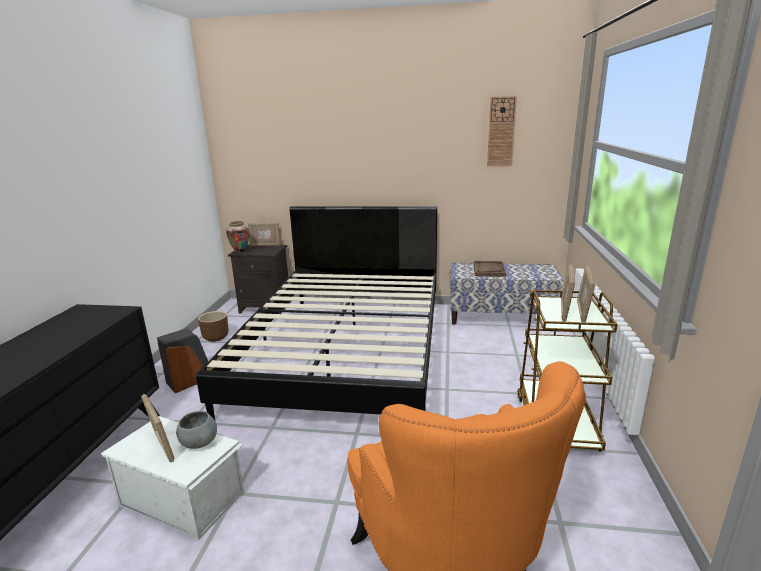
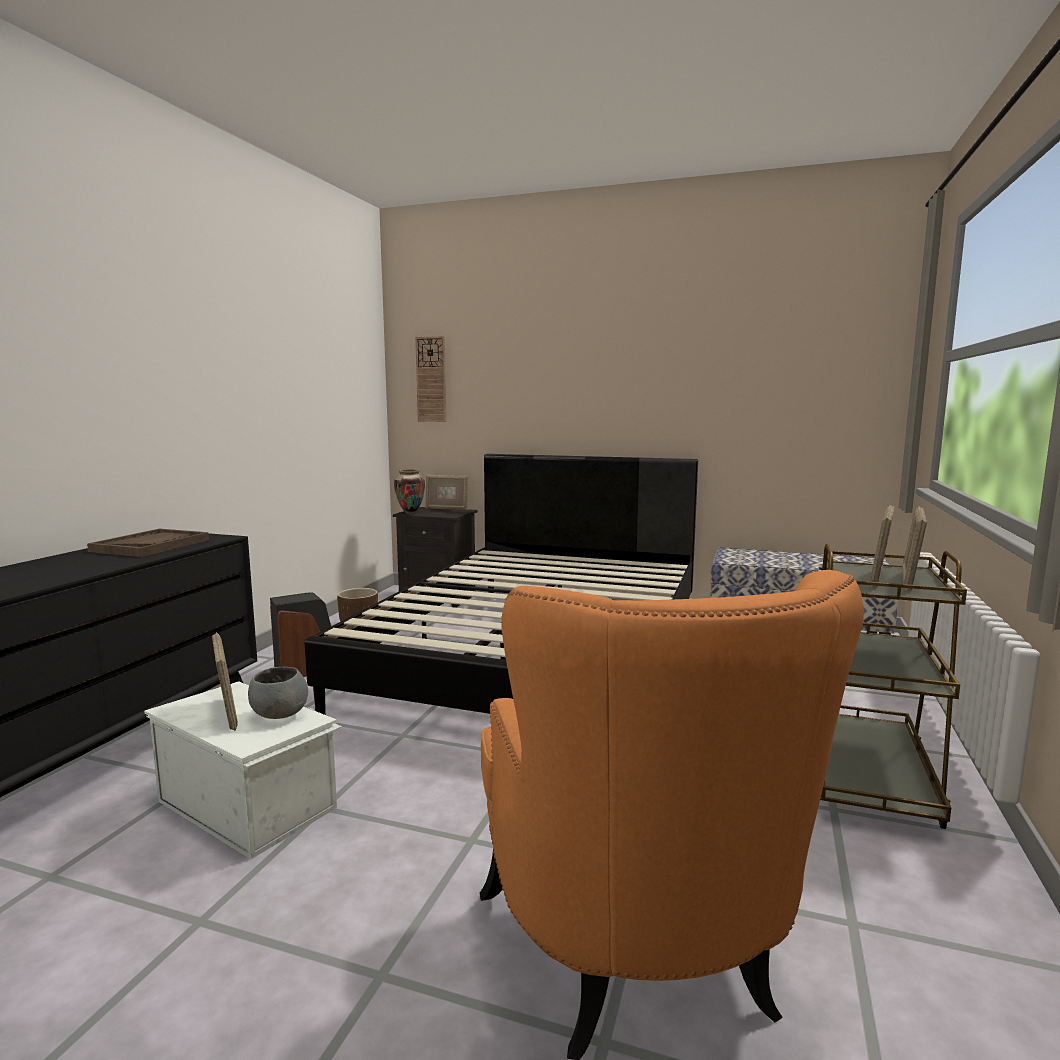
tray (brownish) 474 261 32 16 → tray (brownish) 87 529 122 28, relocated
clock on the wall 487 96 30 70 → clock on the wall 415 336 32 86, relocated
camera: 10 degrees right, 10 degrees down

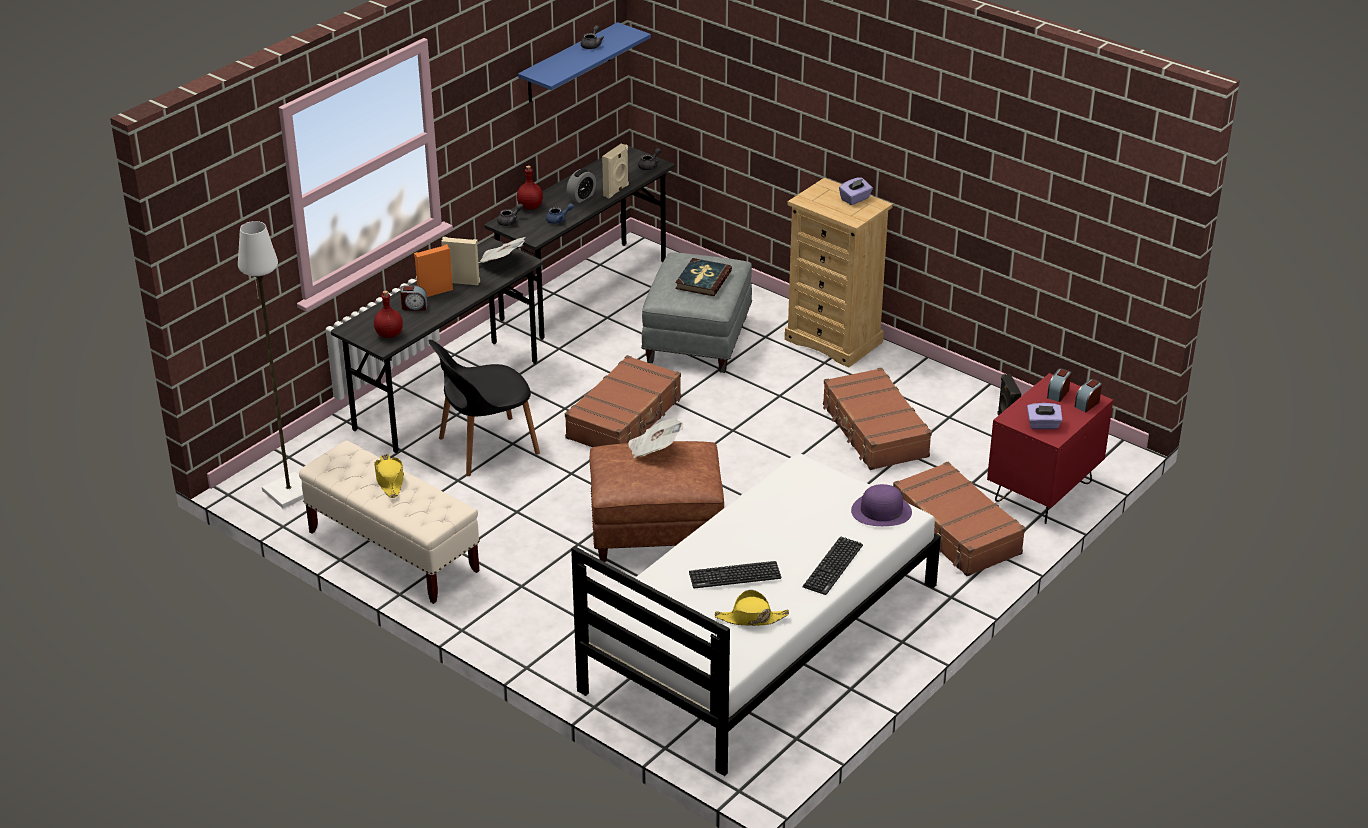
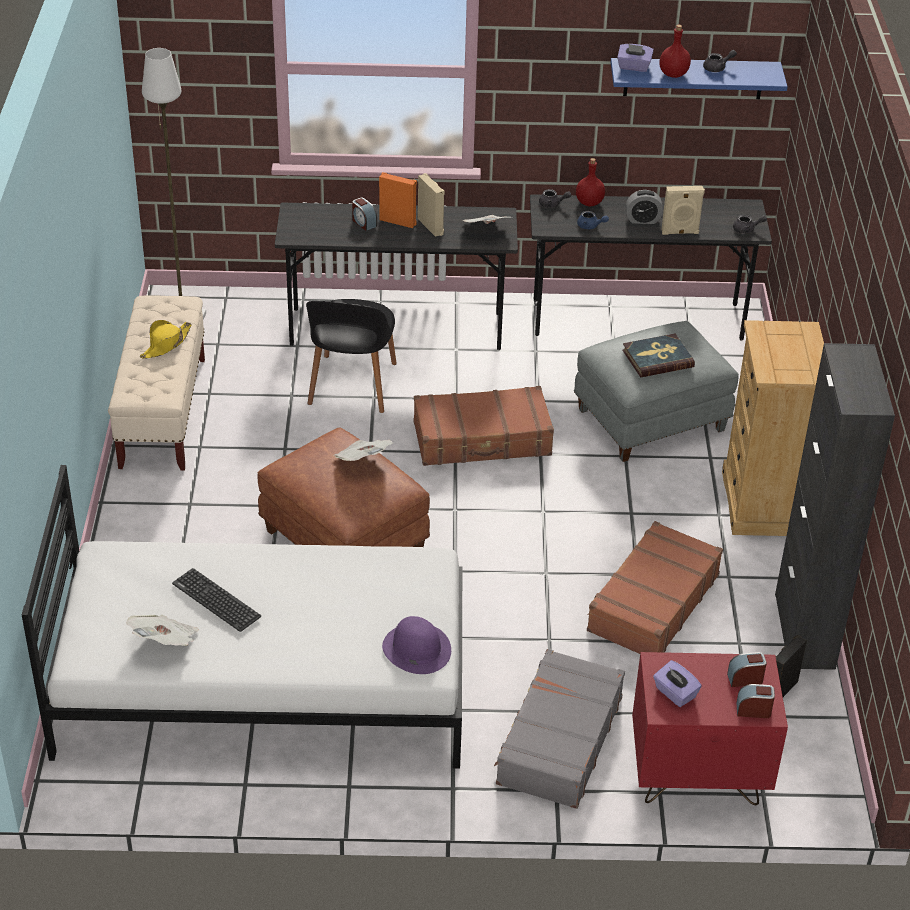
bottle (red-coloured) 374 291 29 47 → bottle (red-coloured) 659 25 32 53, relocated
upright chair (black) 429 340 111 136 → upright chair (black) 306 299 91 114, 105 degrees counterclockwise
wearable hat (yellow-coloured) 714 590 75 36 → newspaper 126 615 73 31
PC keyboard 803 537 60 58 → -
tissue box (purple) 839 177 34 28 → tissue box (purple) 617 44 37 28, relocated
piece of luggage (brownish) 893 462 133 114 → piece of luggage (greyish) 494 649 131 160
- → cupboard (black) 775 343 120 327
camera: 50 degrees right, 5 degrees up

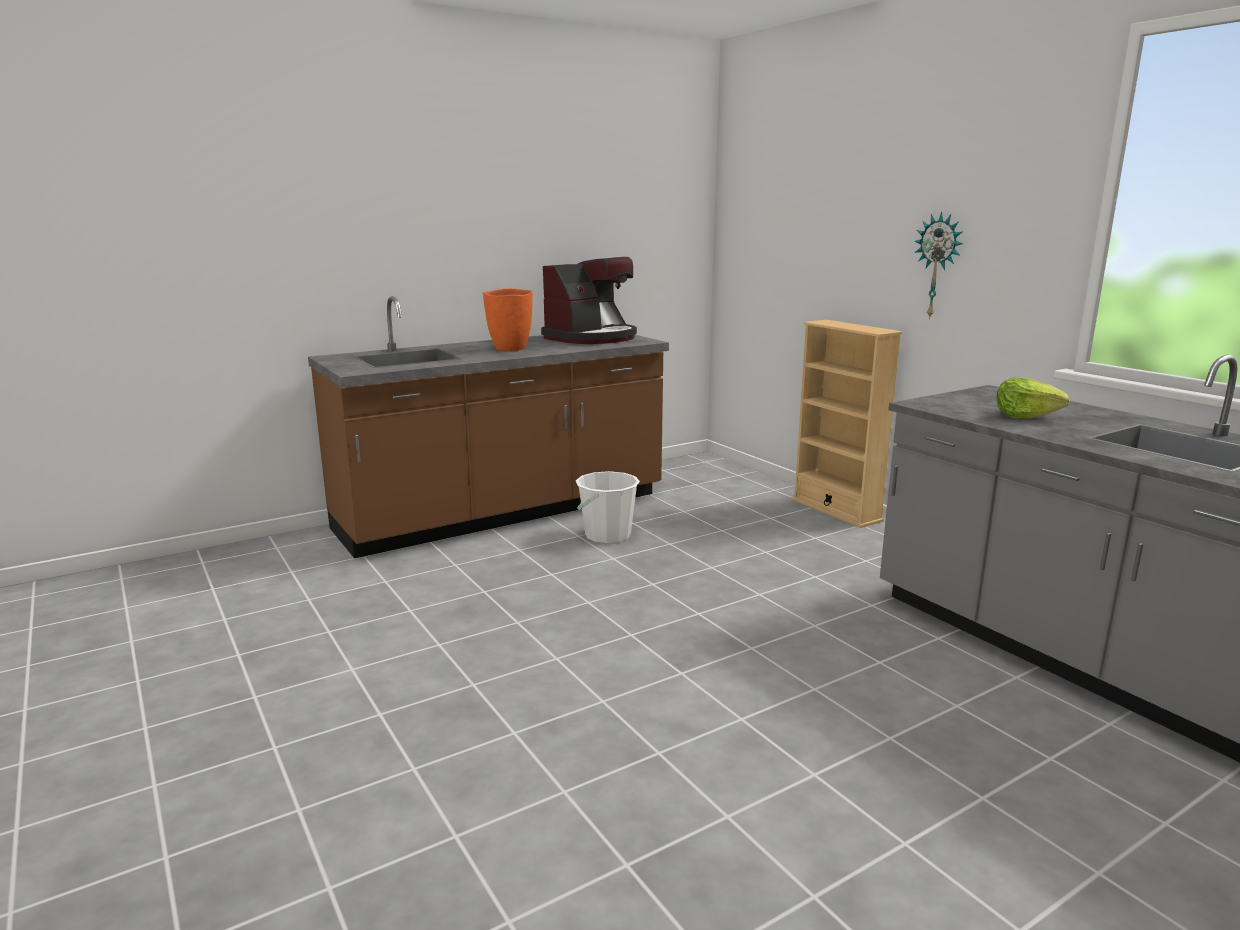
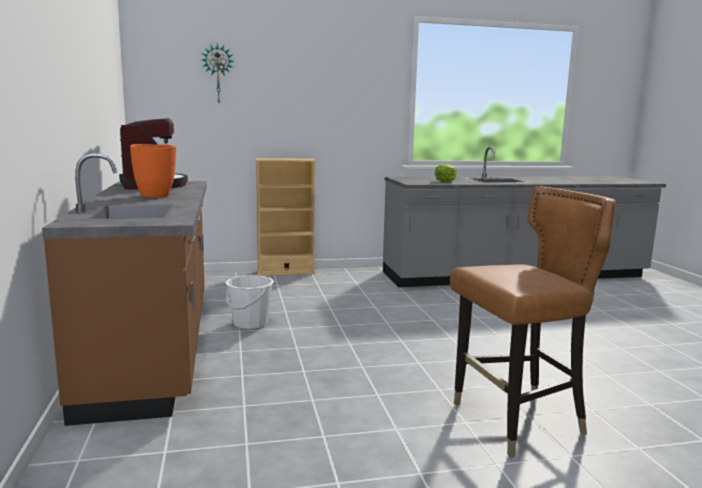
clock on the wall 914 212 49 107 → clock on the wall 202 43 32 60, relocated
- → upright chair (brownish) 450 186 166 271
camera: 70 degrees left, 5 degrees down

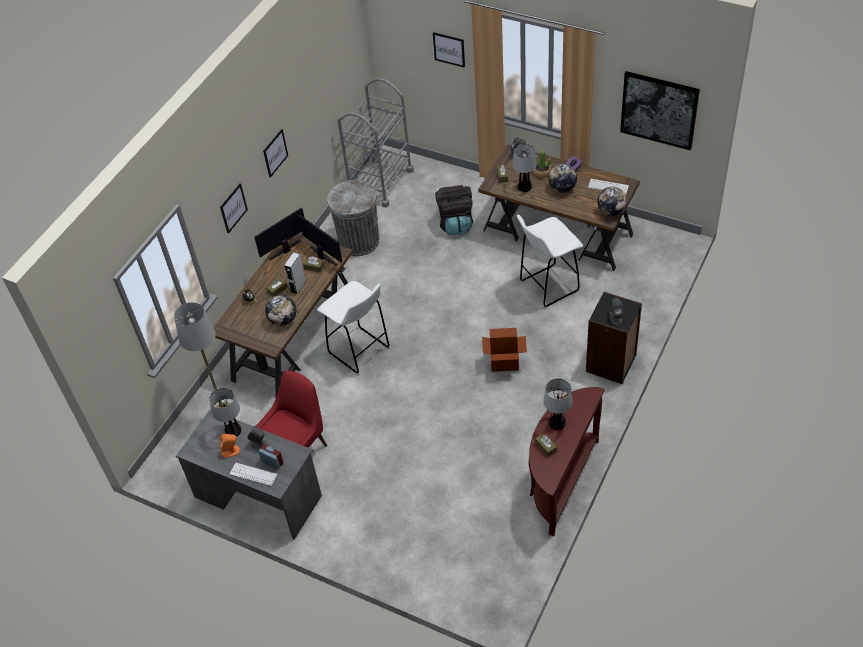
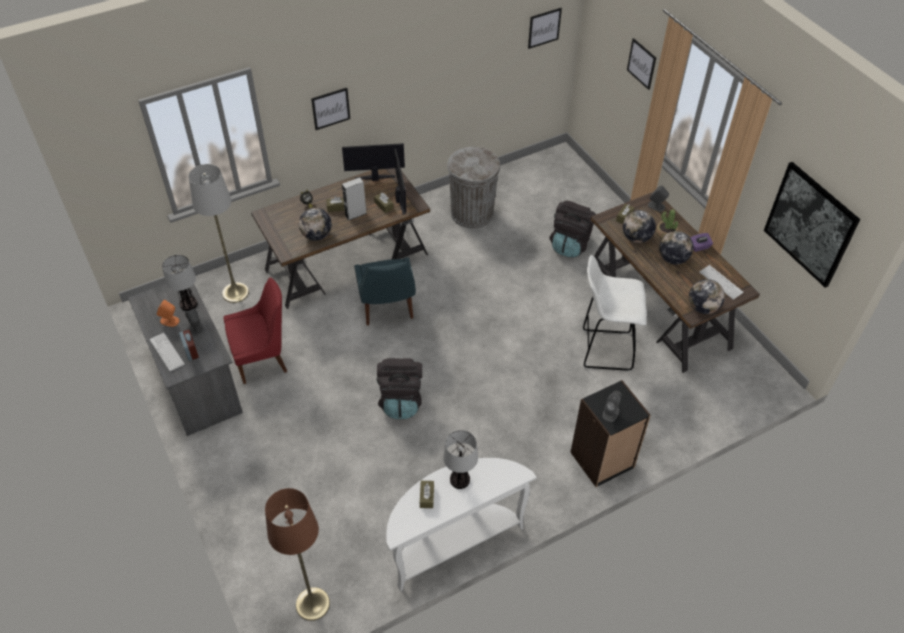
wall picture 263 129 25 49 → wall picture 528 8 34 41, relocated
stool (white) 317 281 73 94 → upright chair (blue) 354 257 62 68
cart (greyish) 338 78 76 129 → -
packing box 482 328 45 44 → -
lamp for a table 512 144 25 48 → desk globe 623 210 33 33
hall table (brownish) 529 387 76 149 → hall table (white) 386 458 151 133
- → standing lamp (brownish) 265 488 65 133
- → rucksack (black) 377 358 45 61
camera: 30 degrees right, 0 degrees up

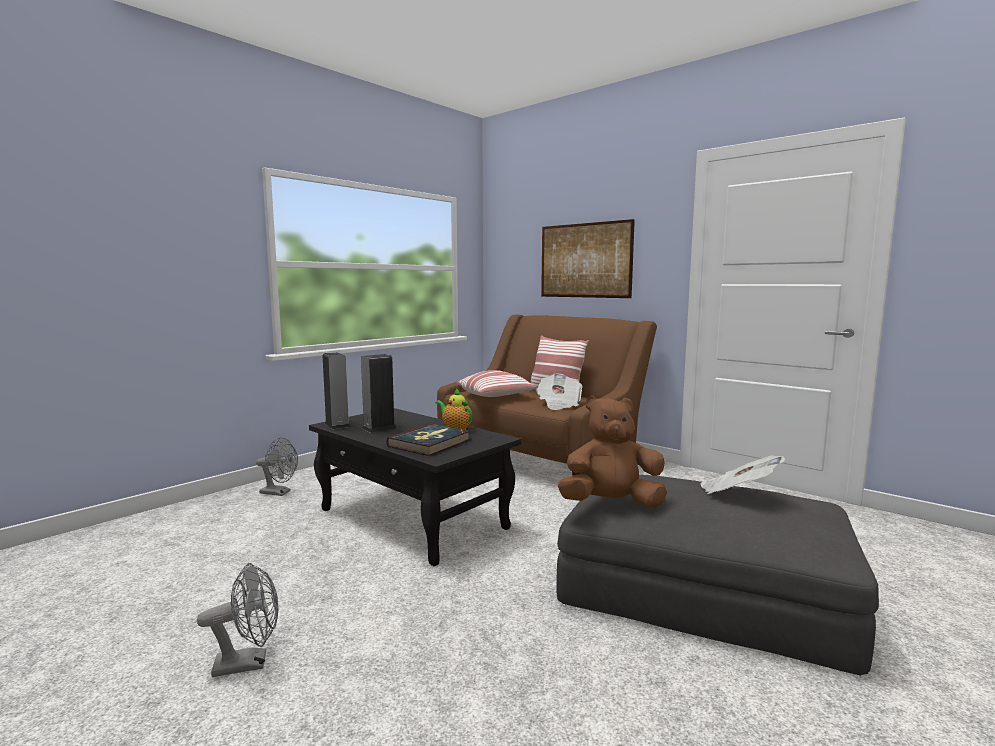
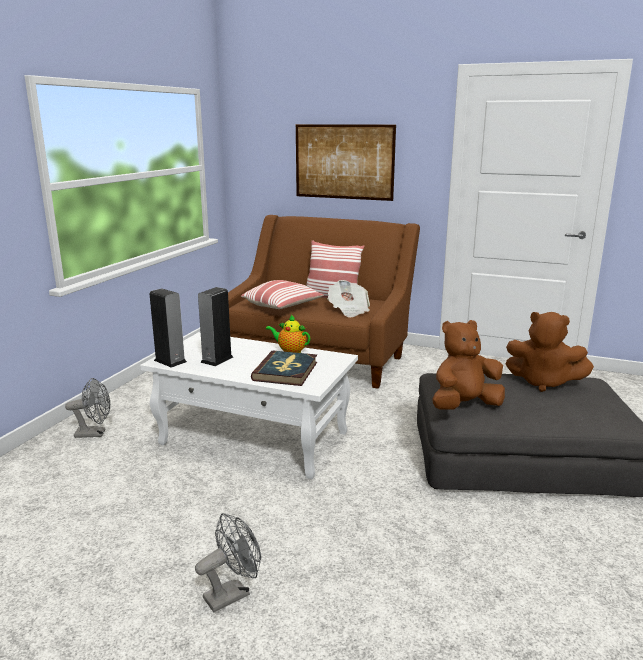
coffee table (black) 309 408 212 158 → coffee table (white) 140 332 218 147
newspaper 700 455 85 39 → soft toy (brownish) 506 312 88 80
camera: 20 degrees left, 10 degrees up

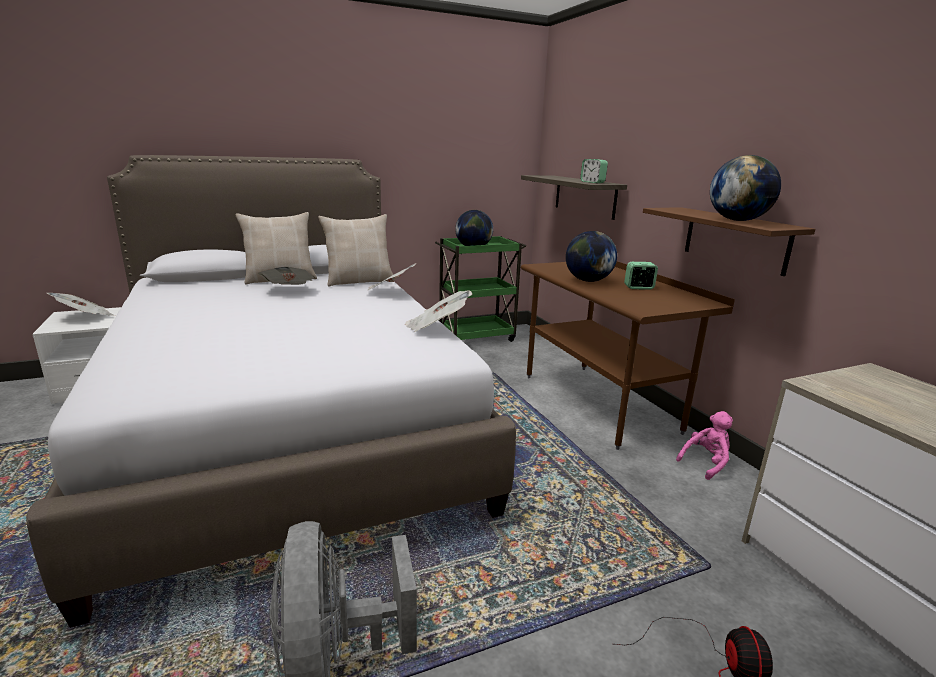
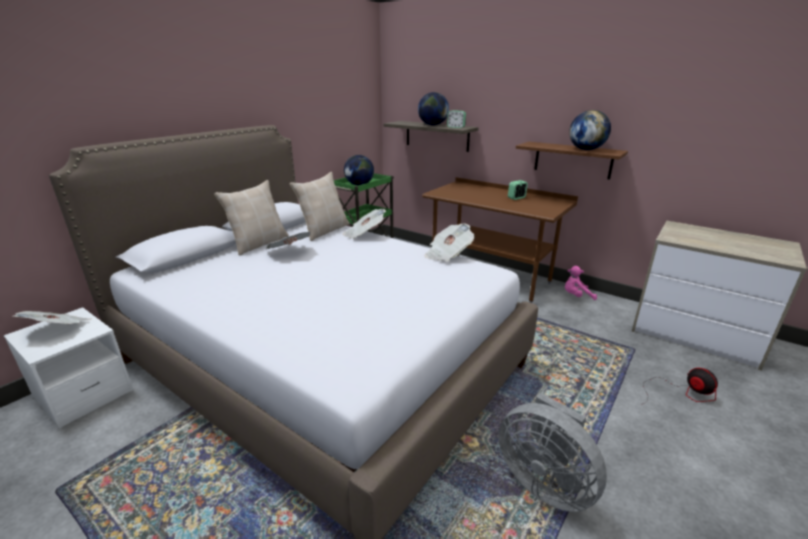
desk globe 566 231 51 51 → desk globe 418 92 31 33, relocated
soft toy (pink-coloured) 676 411 57 69 → soft toy (pink-coloured) 565 266 32 34, 120 degrees counterclockwise
camera: 30 degrees left, 5 degrees up

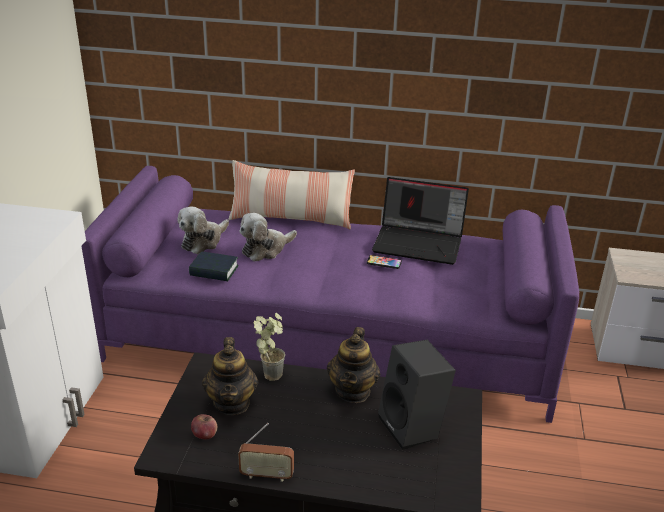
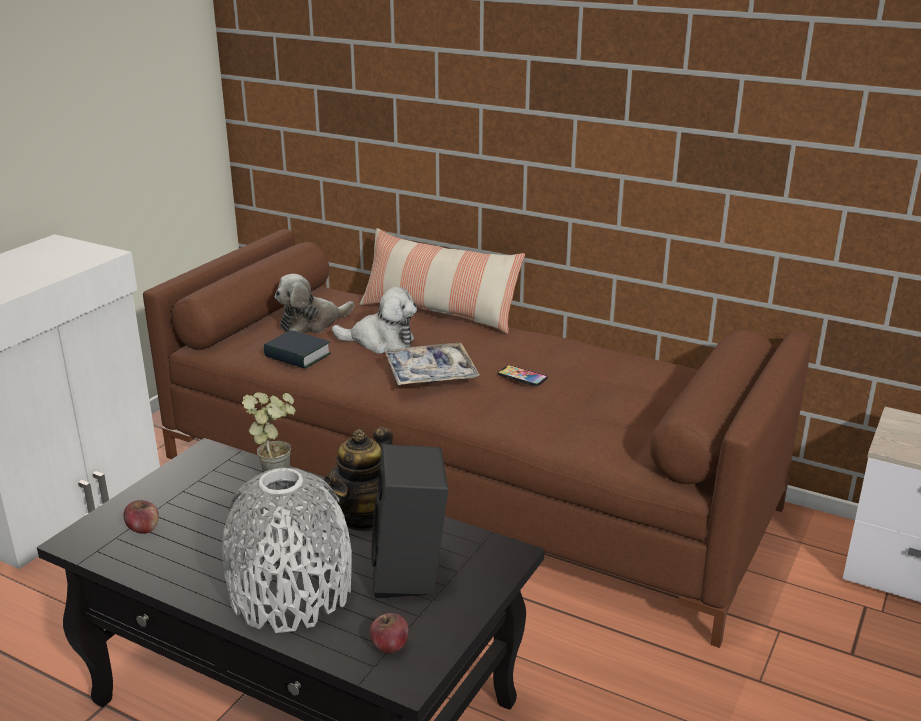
sofa (purple) 82 166 497 257 → sofa (brownish) 143 229 668 419
pot for tea 202 337 56 78 → -
radio receiver 238 423 56 59 → -
soft toy 240 213 57 49 → soft toy 332 287 85 67, 150 degrees counterclockwise
portable computer 372 177 97 88 → -
- → decorative vase (greyish) 222 468 130 165
- → whole apple 370 613 39 40
- → tray 384 343 95 42
camera: 20 degrees right, 5 degrees down

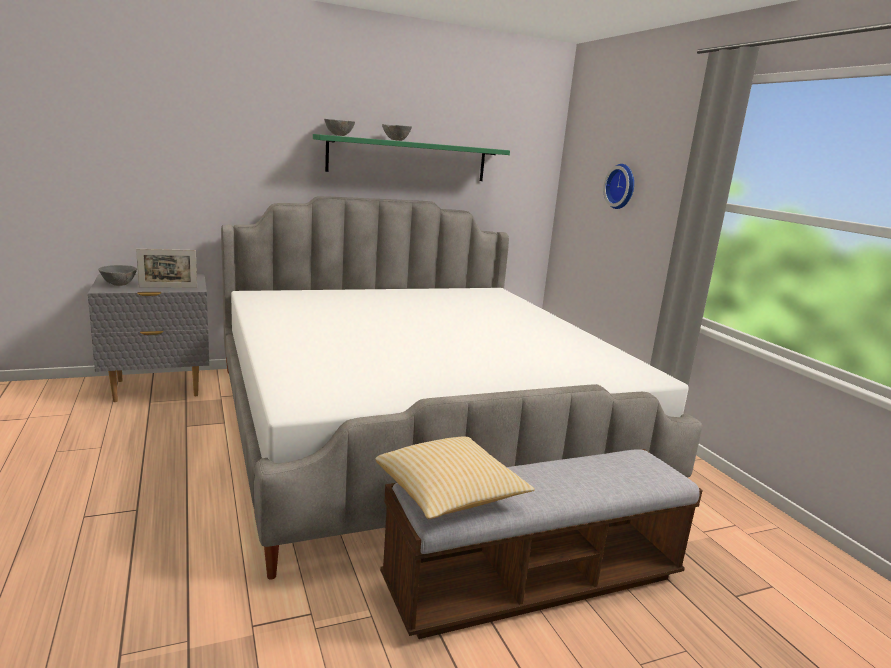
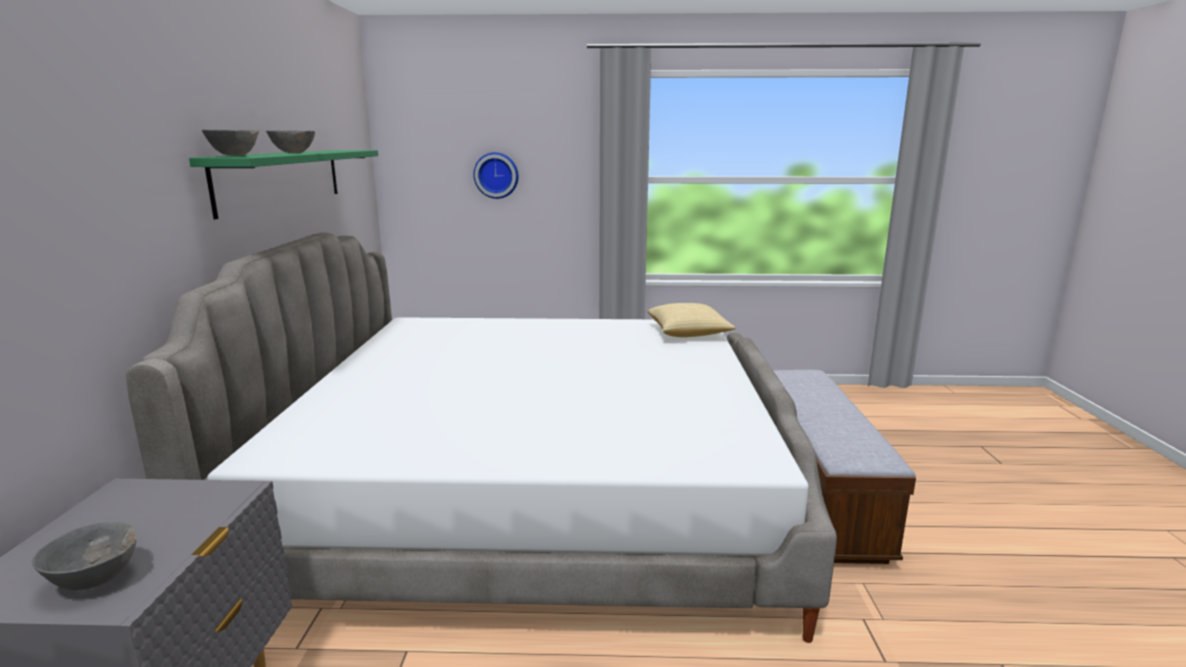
picture frame 136 249 61 39 → -
throw pillow 375 437 160 82 → throw pillow 648 303 88 34, relocated
camera: 65 degrees left, 0 degrees up

